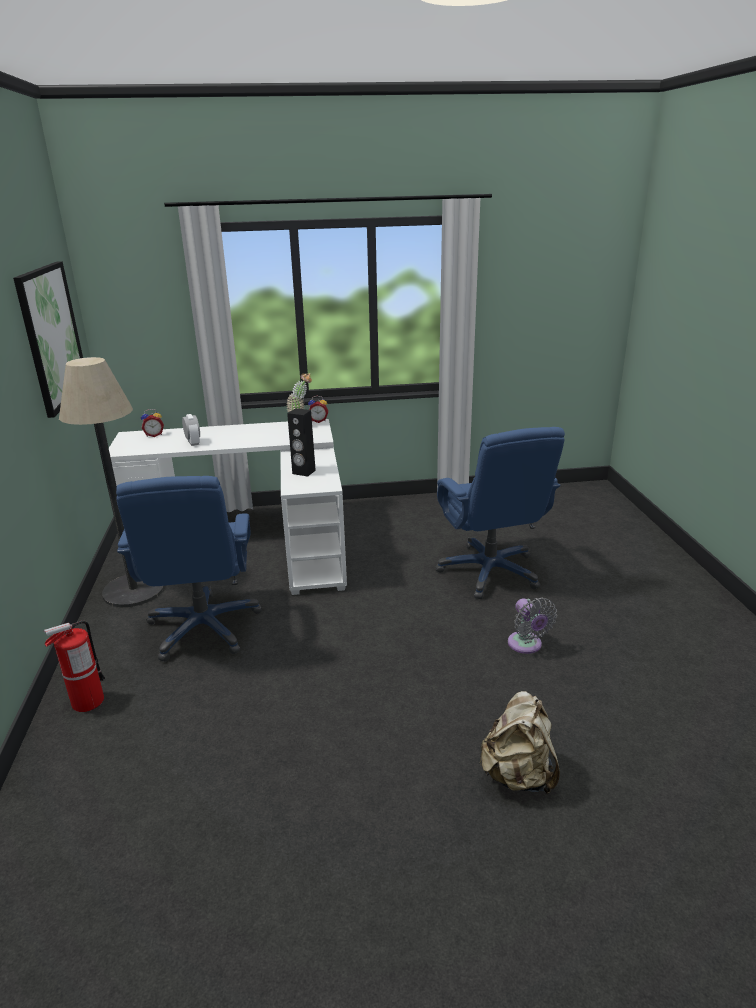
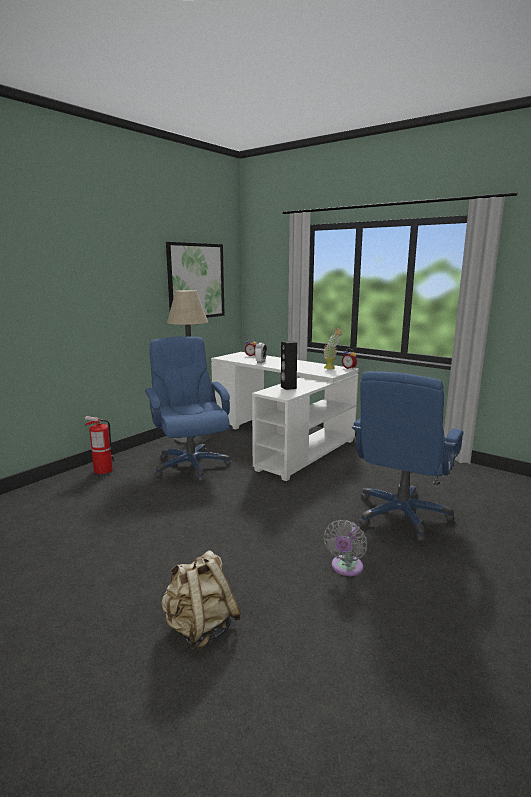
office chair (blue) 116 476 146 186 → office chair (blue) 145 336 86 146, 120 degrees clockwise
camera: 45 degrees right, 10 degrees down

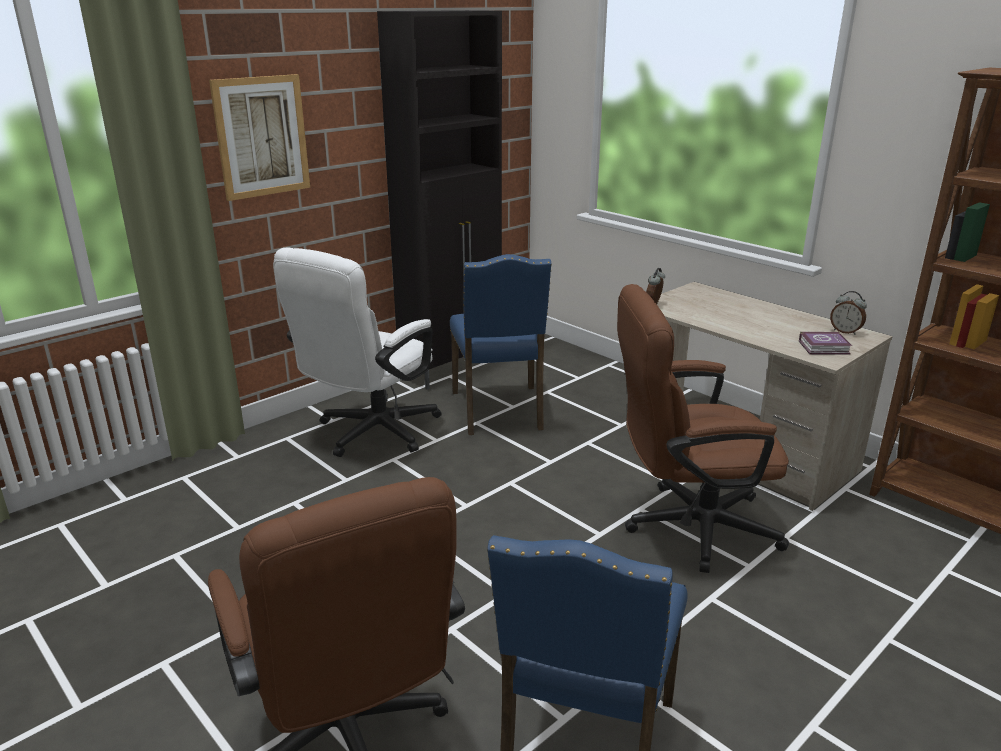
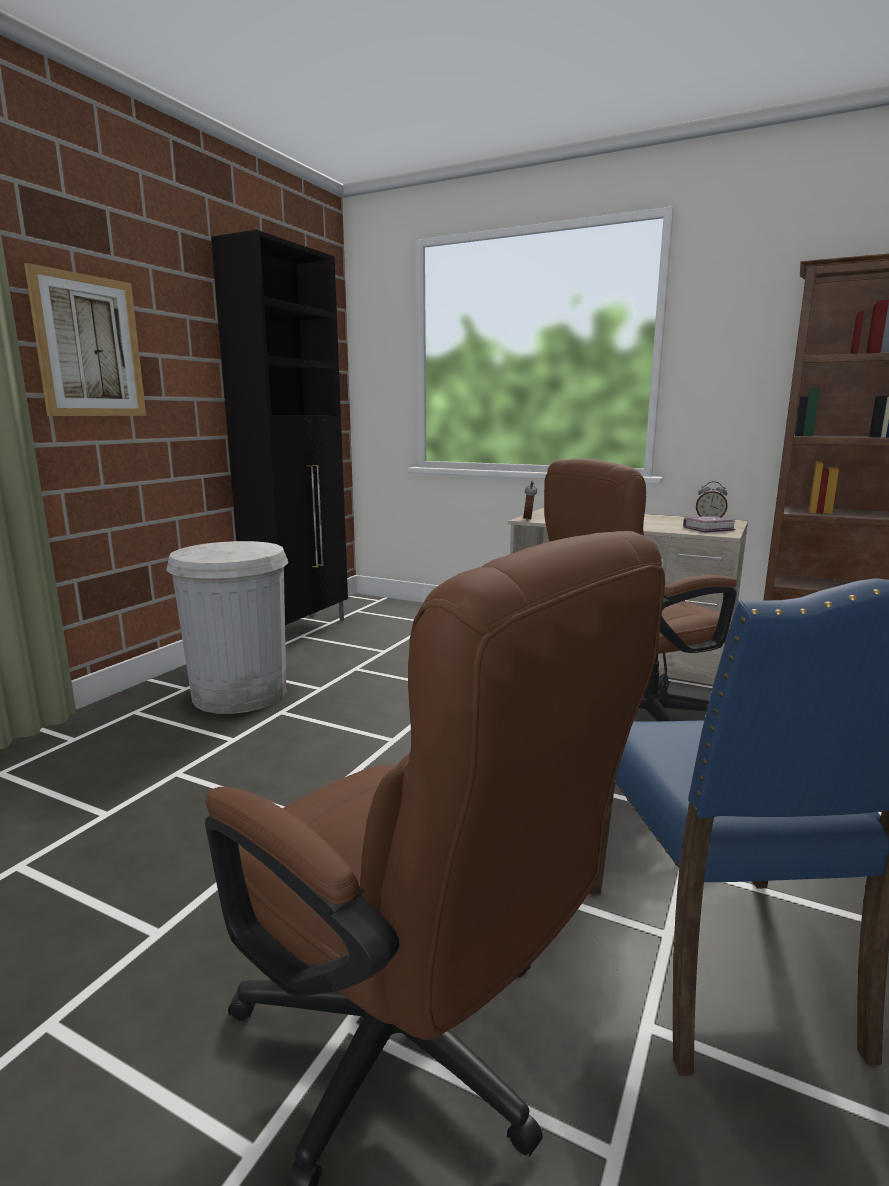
office chair (white) 273 247 169 210 → rubbish bin (white) 166 541 122 173
upright chair (blue) 450 254 102 181 → -
camera: 20 degrees left, 10 degrees down

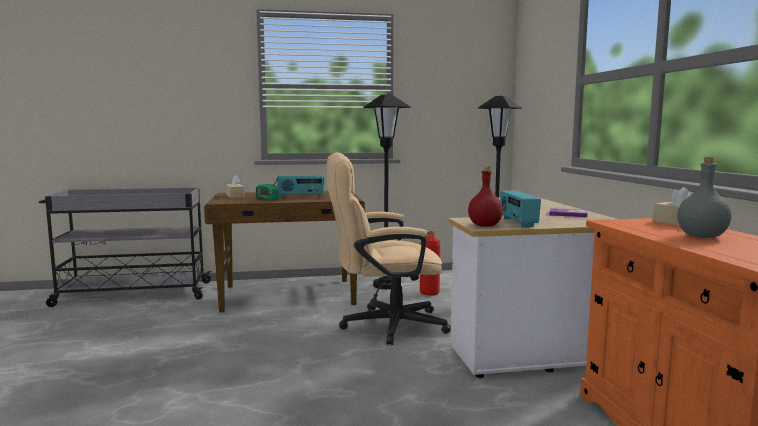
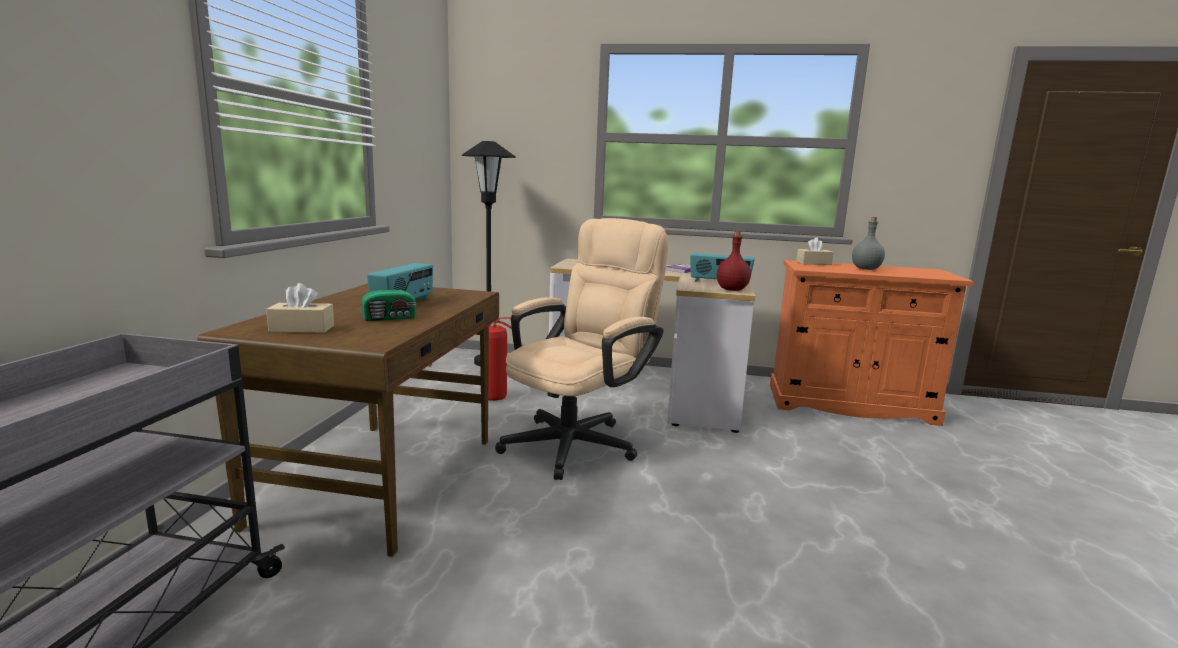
office chair (beige) 327 152 124 193 → office chair (beige) 495 218 173 262, 150 degrees counterclockwise
standing lamp (black) 363 95 47 194 → -
camera: 70 degrees left, 5 degrees up

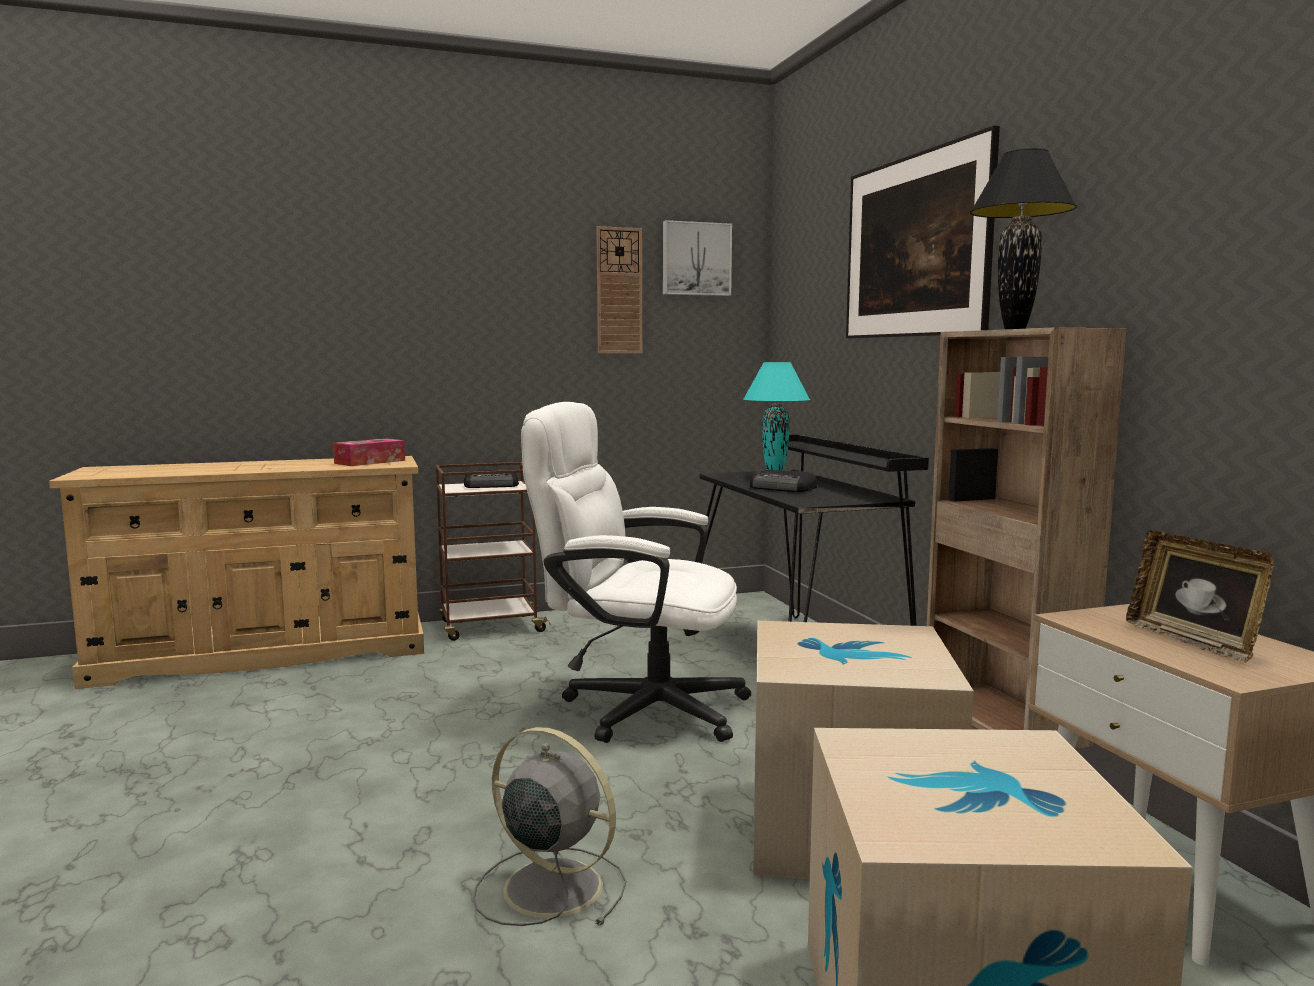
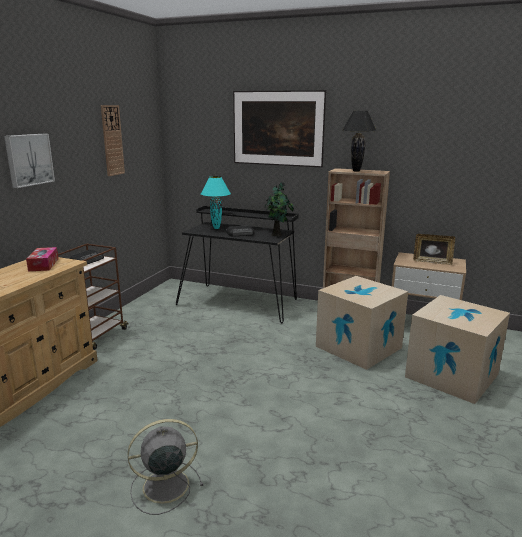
electric fan (greyish) 473 727 153 199 → electric fan (greyish) 127 419 76 96, relocated
office chair (white) 521 402 230 341 → -
wall picture 663 220 69 76 → wall picture 4 134 51 54, relocated
- → plant in a pot 264 182 30 54
camera: 50 degrees left, 10 degrees up

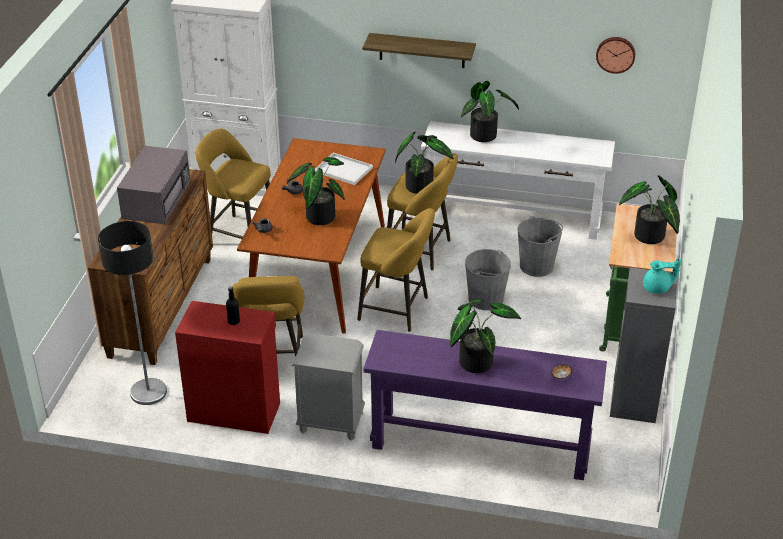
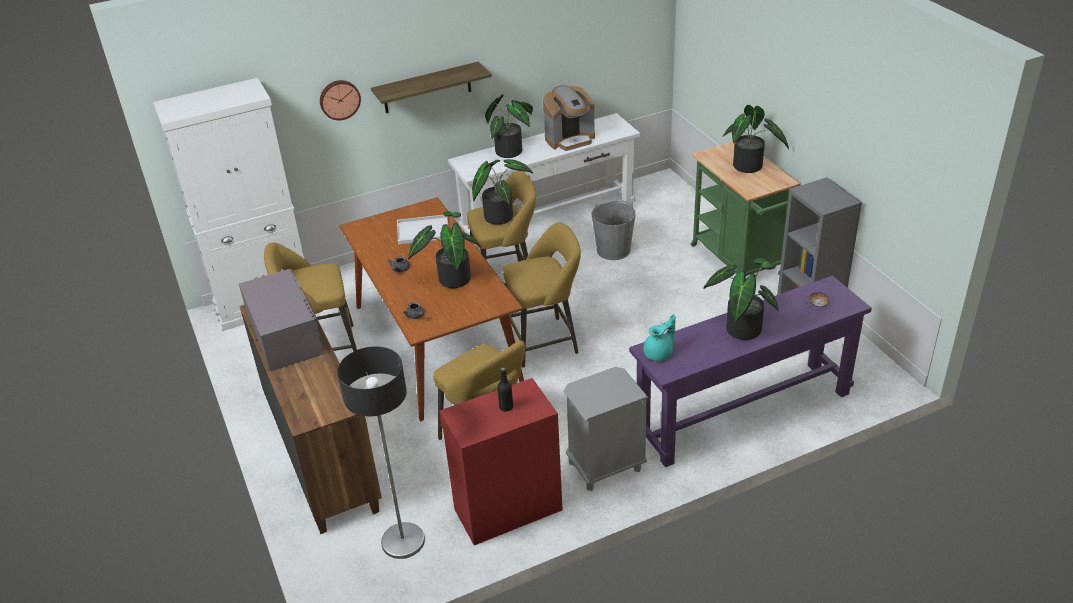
pail (greyish) 465 249 46 61 → -
clock on the wall 596 37 39 37 → clock on the wall 320 80 41 40, relocated
pot for tea (turquoise-coloured) 643 258 38 36 → pot for tea (turquoise-coloured) 644 314 31 47, relocated
- → coffee machine 543 85 52 66
camera: 35 degrees left, 0 degrees up

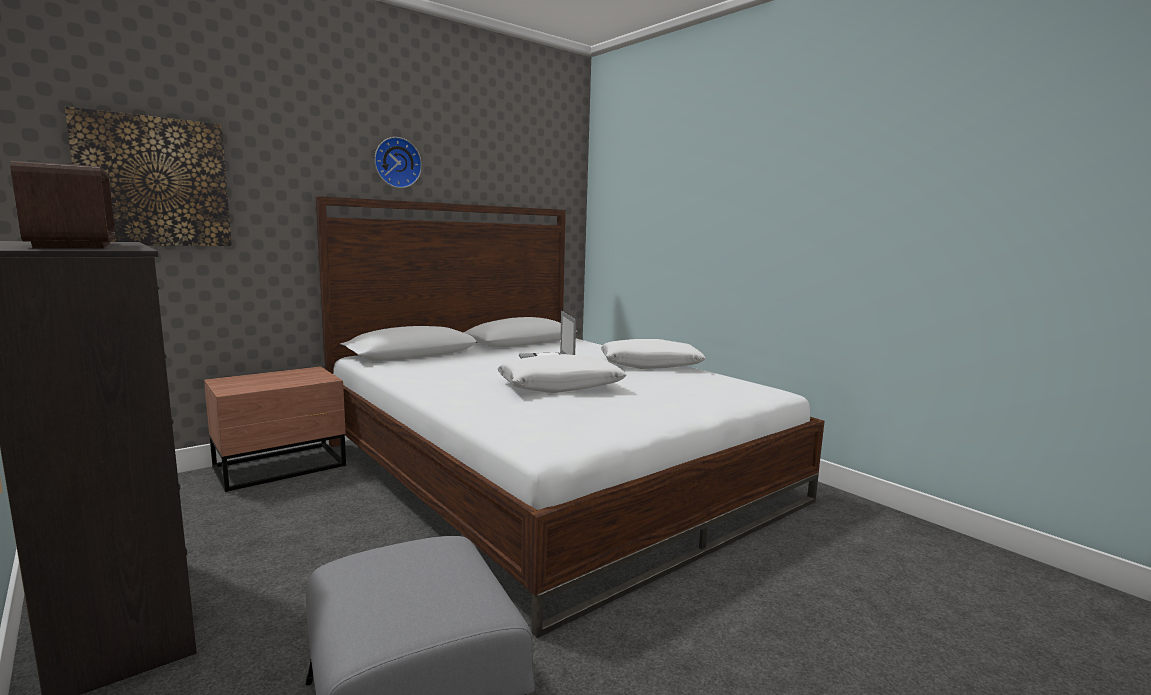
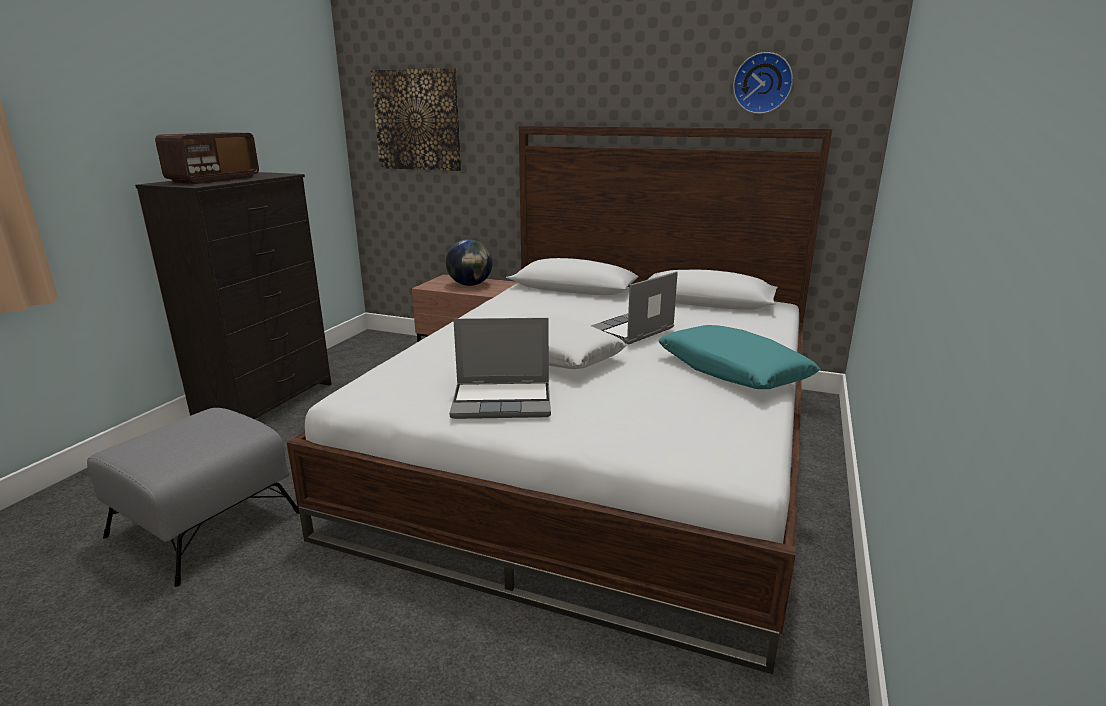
clock on the wall 374 137 48 51 → clock on the wall 733 52 60 62, relocated
throw pillow (white) 601 339 105 30 → throw pillow (turquoise-coloured) 659 325 161 64
- → desk globe 446 239 46 47
- → portable computer 449 318 102 101
camera: 60 degrees right, 10 degrees up

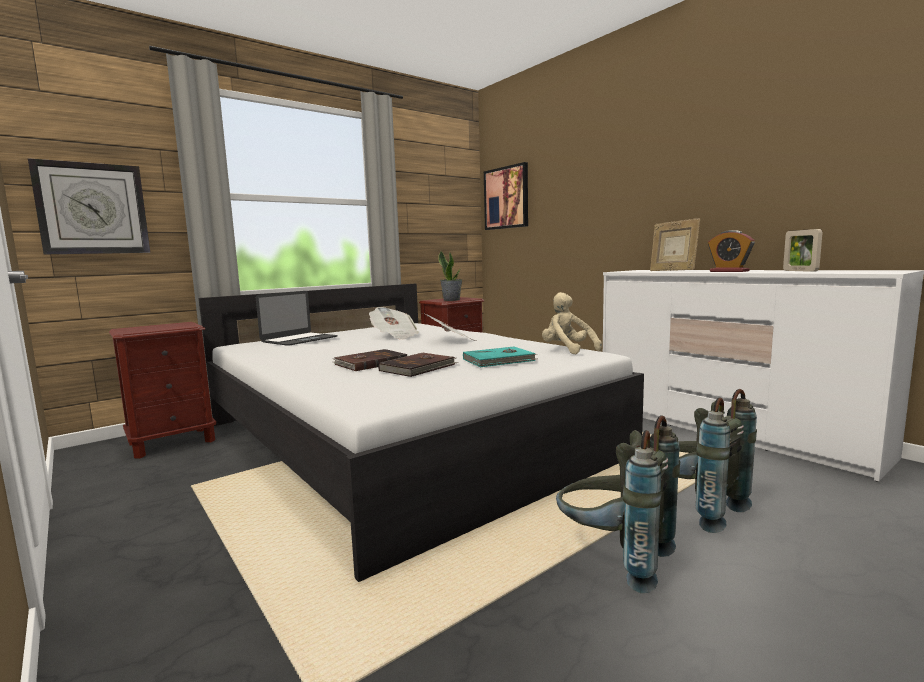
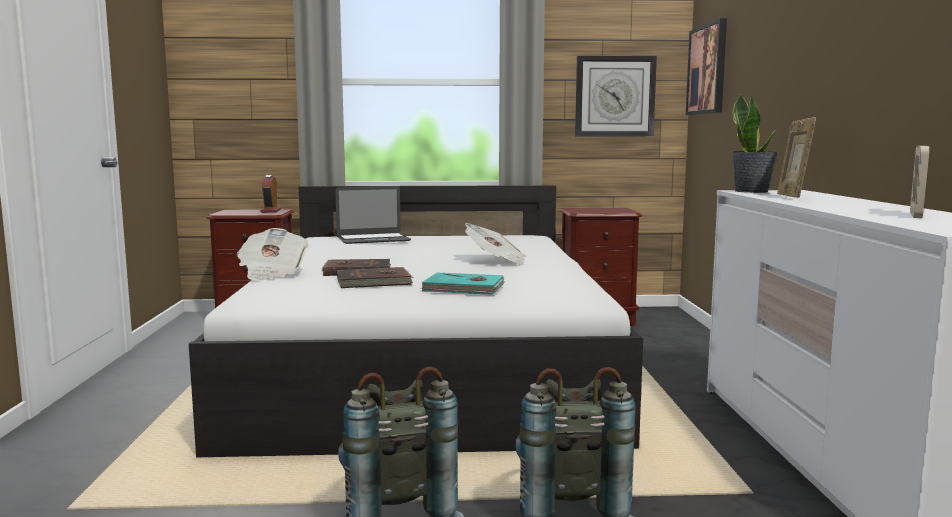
clock on the wall 28 158 122 96 → clock on the wall 575 55 82 82, relocated
newspaper 369 307 50 33 → newspaper 237 228 72 53, relocated
plant in a pot 439 251 23 50 → plant in a pot 731 94 47 99, relocated
soft toy (beige) 542 292 60 62 → -
alarm clock 708 230 47 42 → alarm clock 260 175 21 38, relocated
camera: 35 degrees right, 0 degrees up

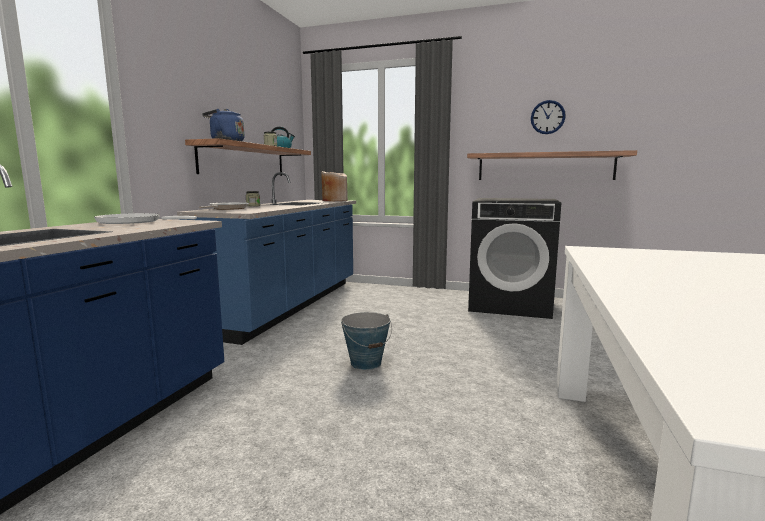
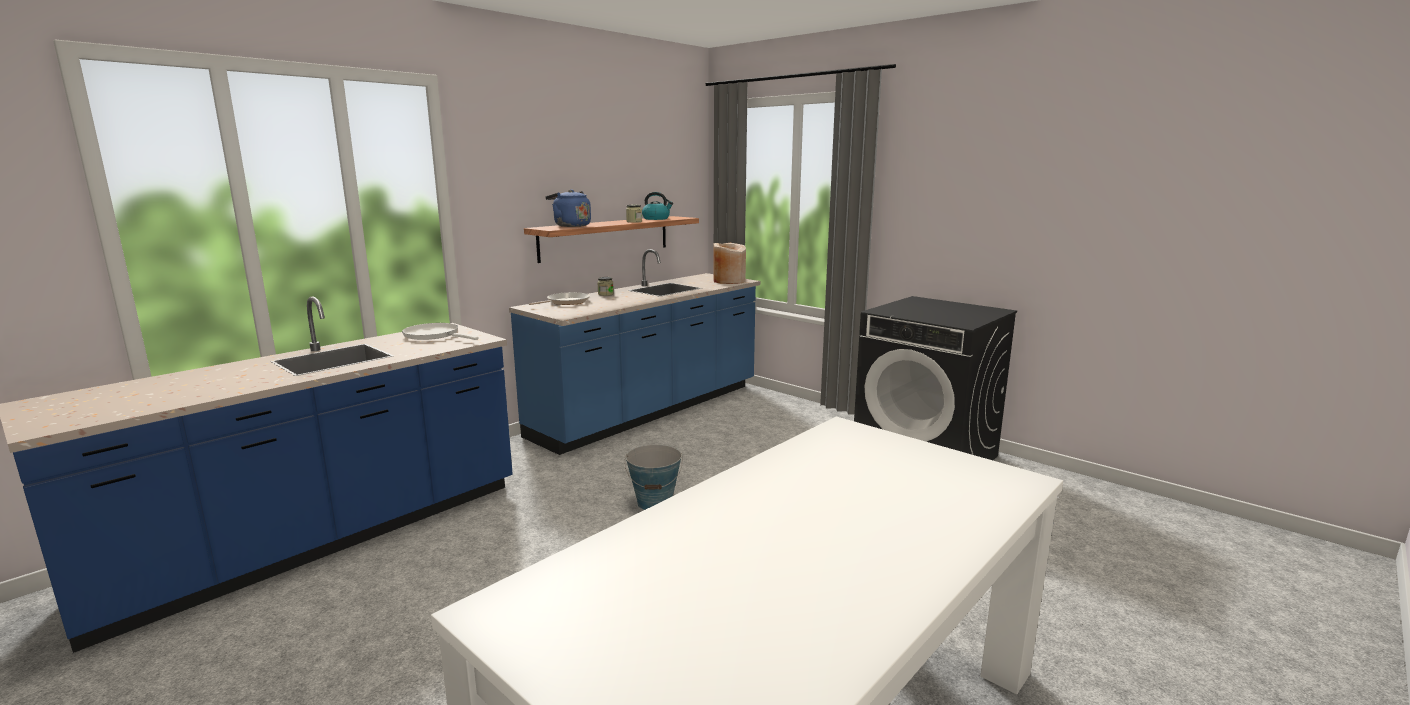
bracket shelf 467 150 170 30 → -
clock on the wall 531 100 35 34 → -
camera: 25 degrees right, 5 degrees up

